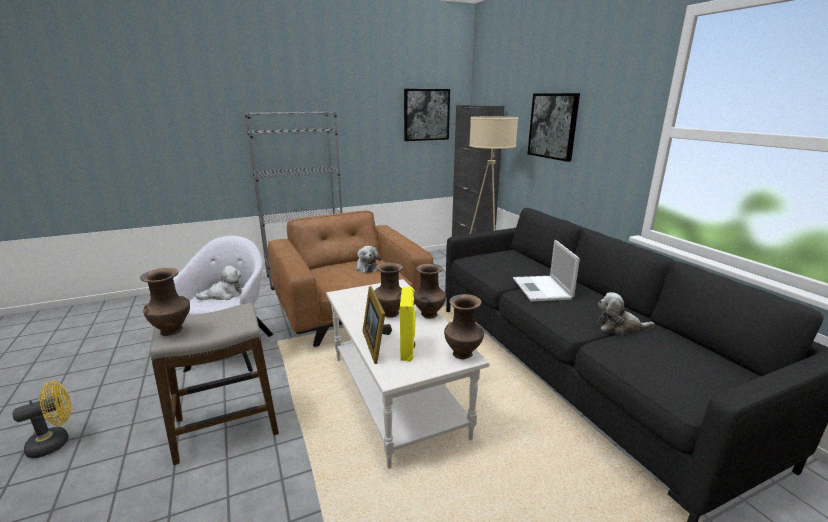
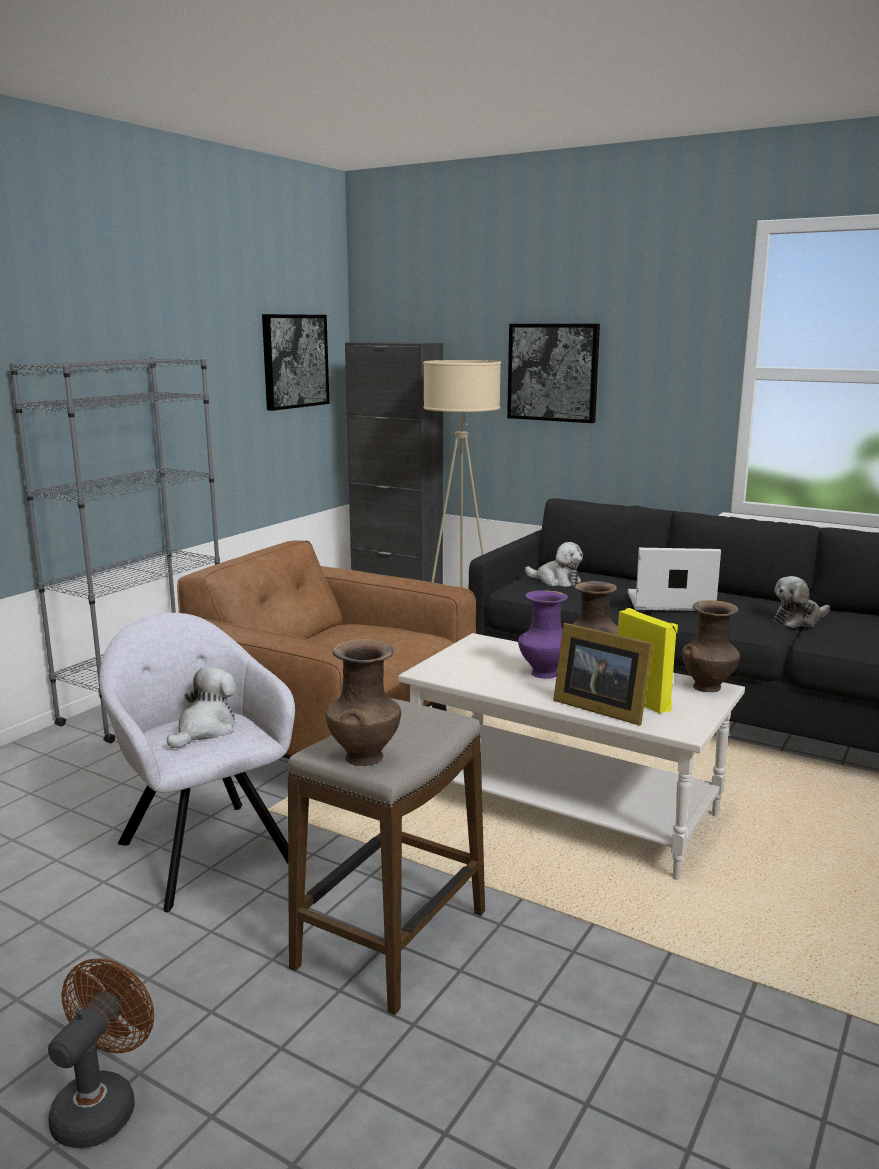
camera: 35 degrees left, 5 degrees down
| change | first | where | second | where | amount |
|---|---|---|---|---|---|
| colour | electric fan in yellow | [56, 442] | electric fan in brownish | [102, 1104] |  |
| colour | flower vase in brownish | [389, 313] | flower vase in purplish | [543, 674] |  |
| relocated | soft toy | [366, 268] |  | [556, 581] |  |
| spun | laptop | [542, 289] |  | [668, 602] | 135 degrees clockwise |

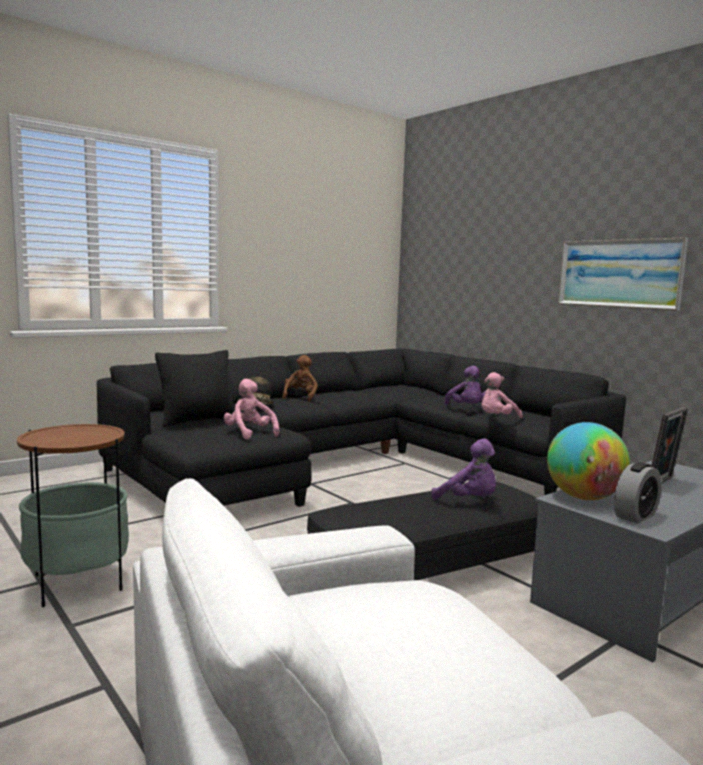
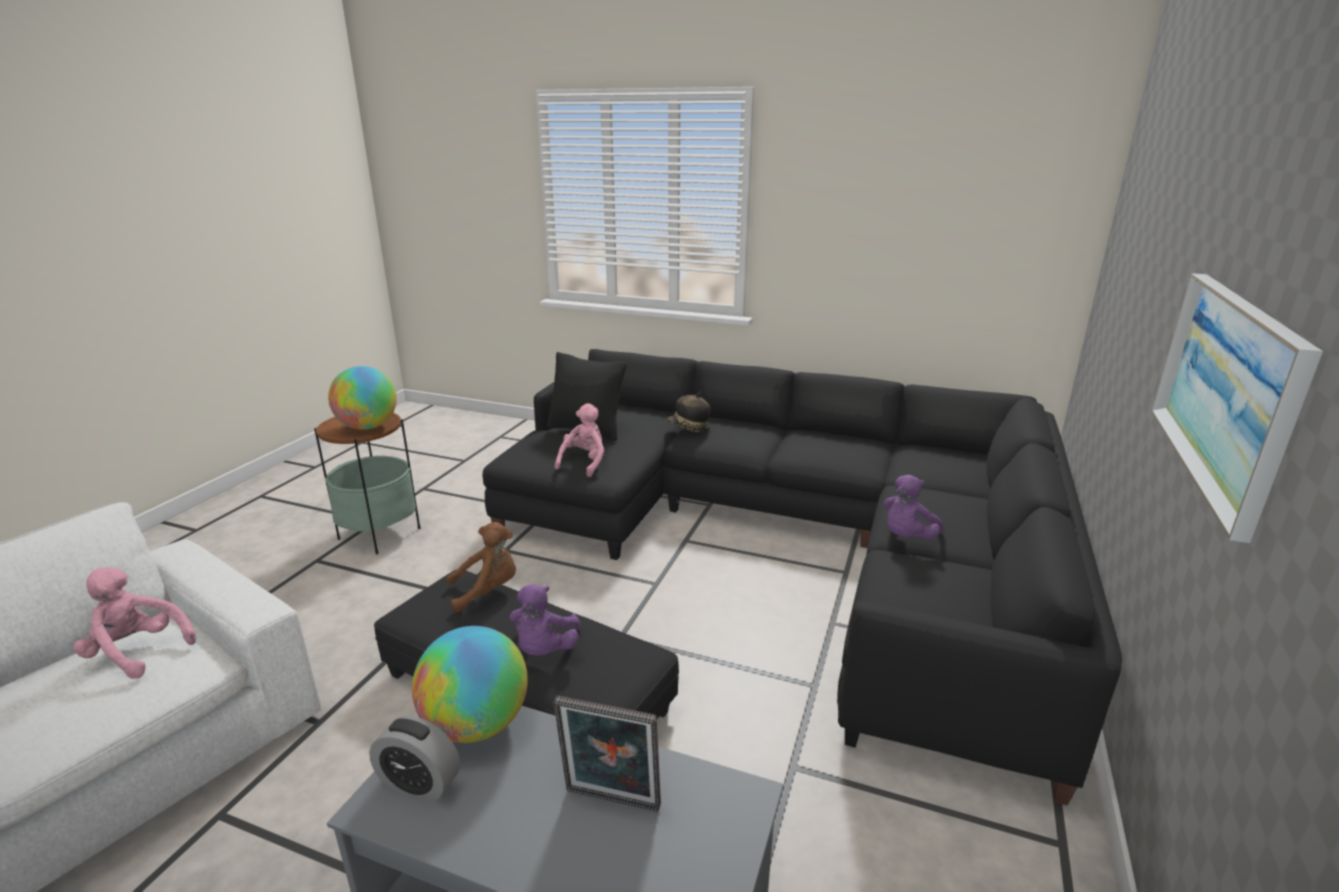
camera: 60 degrees right, 15 degrees up
| change | first | where | second | where | amount |
|---|---|---|---|---|---|
| relocated | soft toy in pink | [496, 419] |  | [137, 652] |  |
| appeared |  |  | globe | [368, 427] |  |
| relocated | soft toy in brownish | [300, 397] |  | [487, 591] |  |

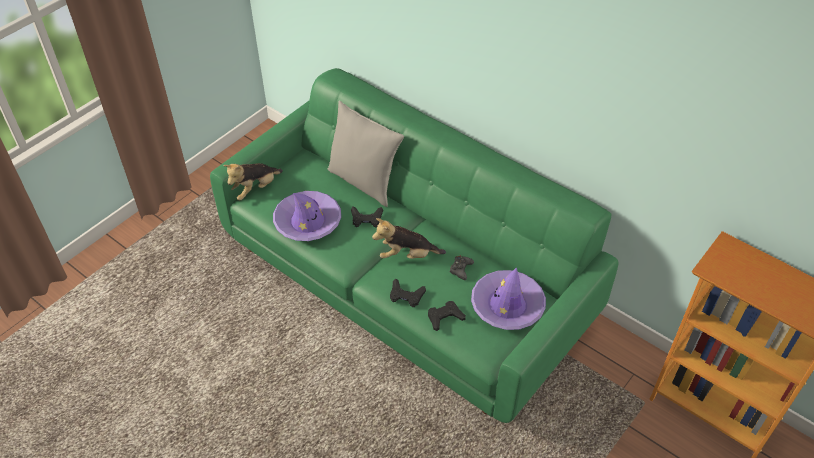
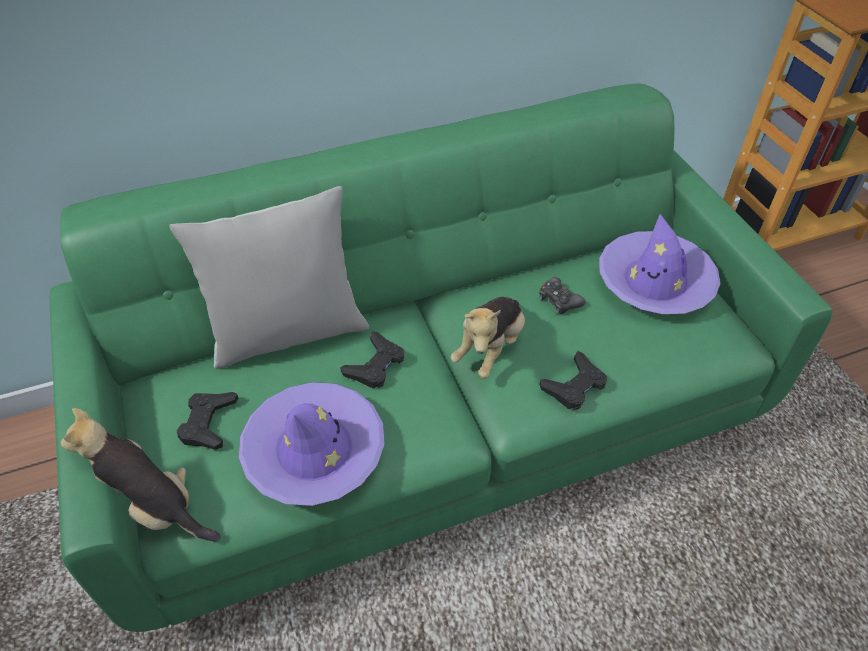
camera: 60 degrees left, 0 degrees up
| change | first | where | second | where | amount |
|---|---|---|---|---|---|
| spun | soft toy | [255, 189] |  | [154, 504] | 135 degrees clockwise |
| relocated | joypad in black | [445, 317] |  | [208, 423] |  |

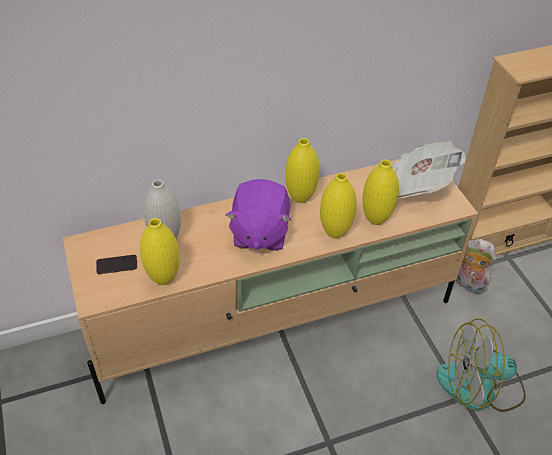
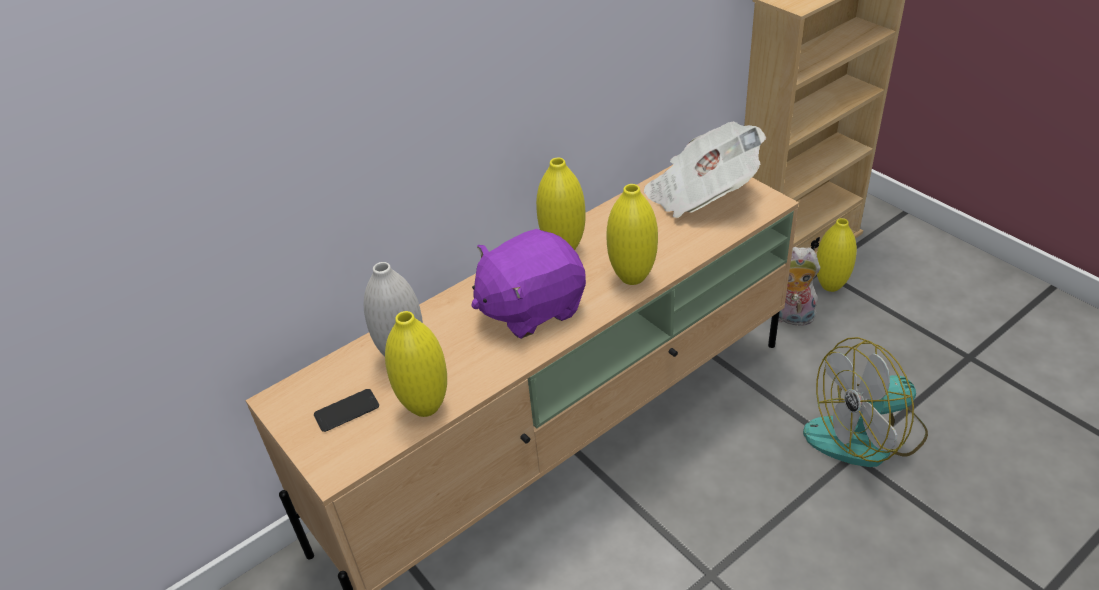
camera: 15 degrees left, 5 degrees down
| change | first | where | second | where | amount |
|---|---|---|---|---|---|
| spun | soft toy in purplish | [259, 233] |  | [531, 308] | 75 degrees clockwise |
| relocated | flower vase in yellow | [376, 219] |  | [830, 286] |  |

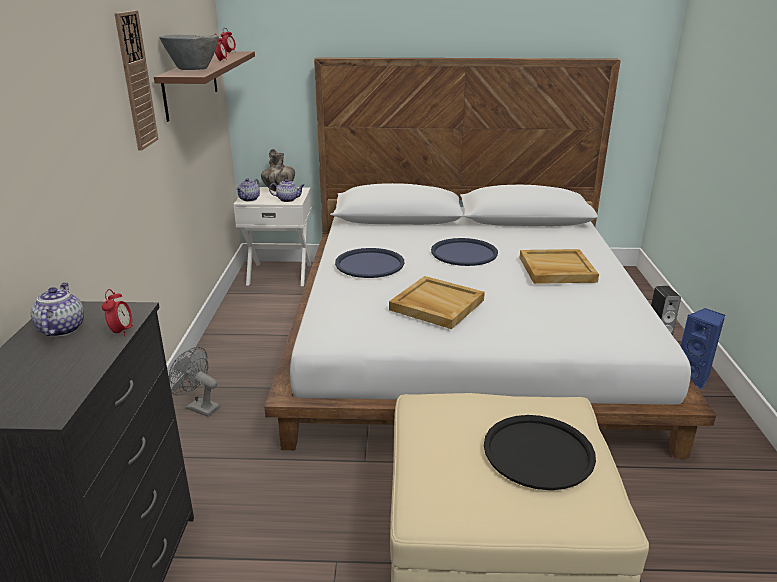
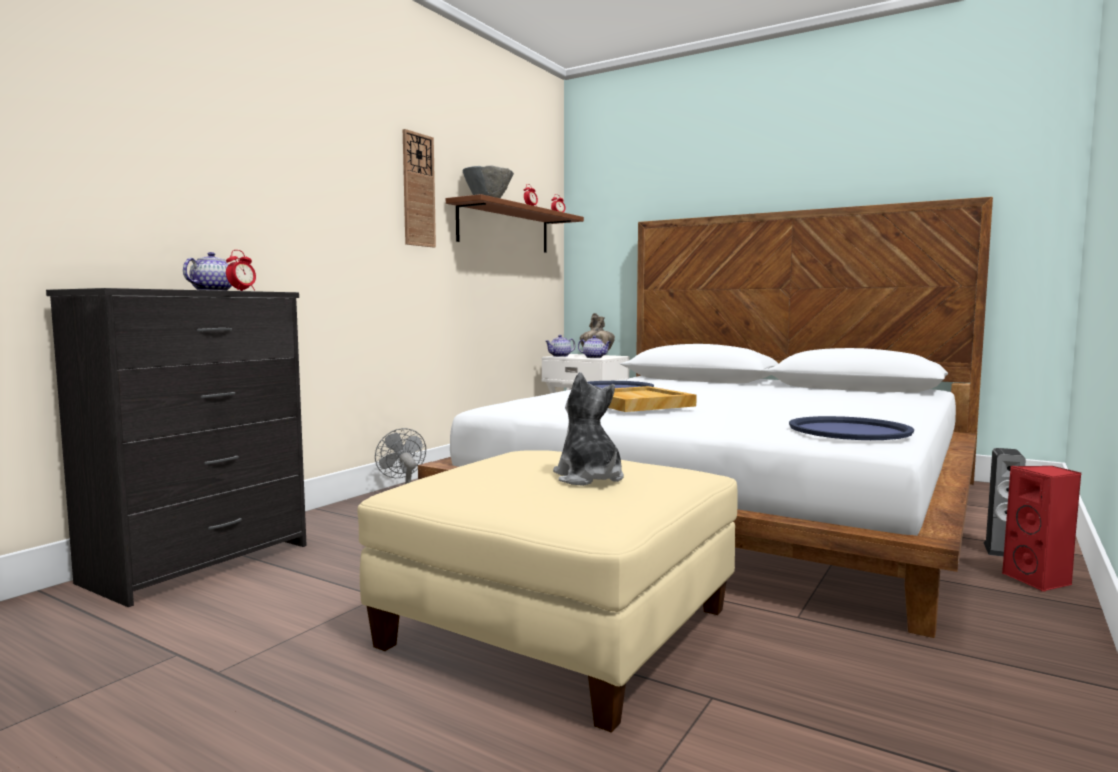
camera: 30 degrees right, 20 degrees down
| change | first | where | second | where | amount |
|---|---|---|---|---|---|
| exchanged | serving tray in black | [538, 452] | soft toy | [588, 478] |  |
| relocated | serving tray in bluish | [464, 253] |  | [849, 430] |  |
| colour | loudspeaker in bluish | [693, 378] | loudspeaker in red | [1039, 581] |  |
| missing | serving tray in beige-coloured | [556, 269] |  |  |  |

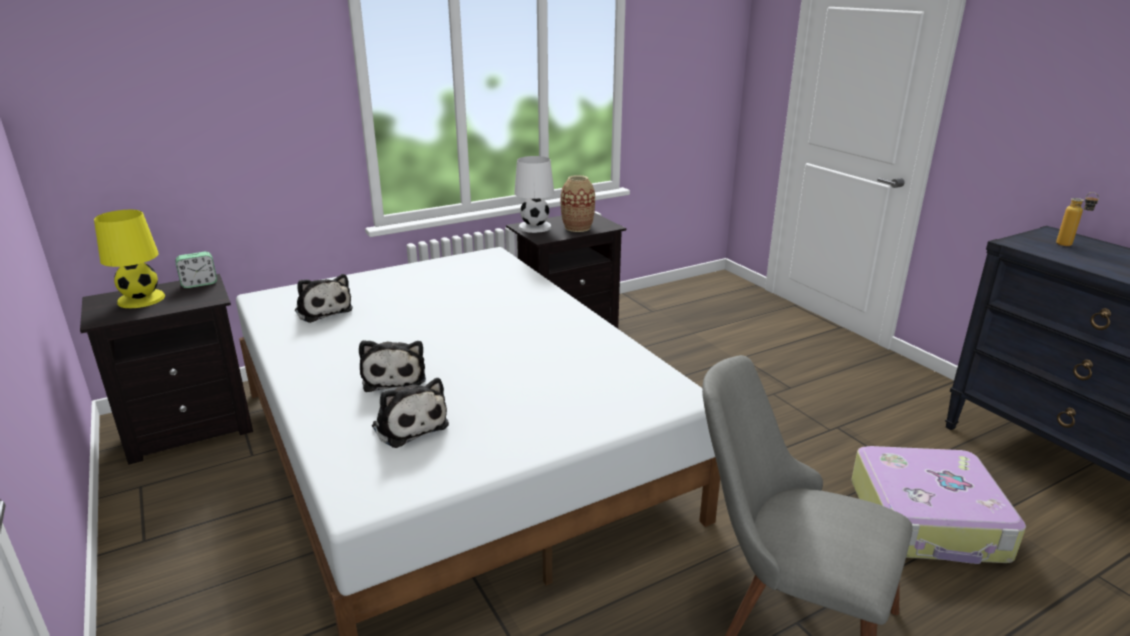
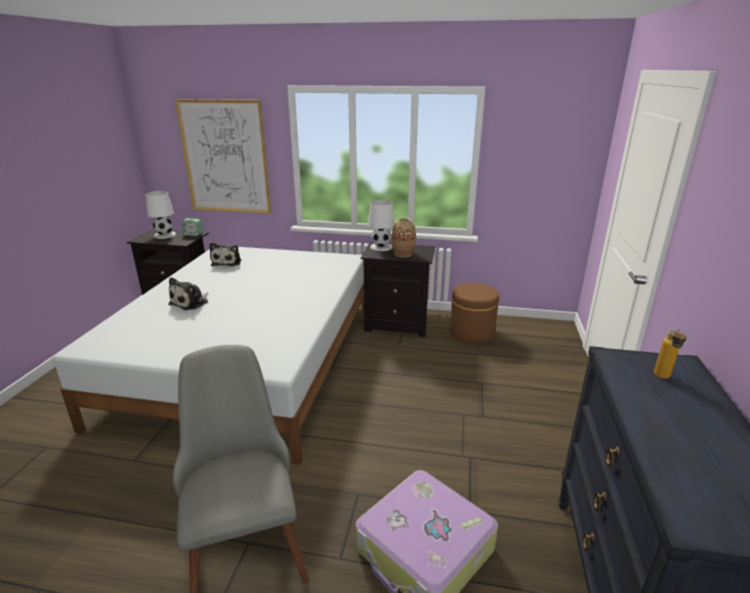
camera: 40 degrees right, 0 degrees up
| change | first | where | second | where | amount |
|---|---|---|---|---|---|
| colour | lamp for a table in yellow | [140, 299] | lamp for a table in white-coloured | [164, 235] |  |
| appeared |  |  | wall picture | [225, 157] |  |
| appeared |  |  | footrest in brownish | [471, 332] |  |
| missing | soft toy | [408, 425] |  |  |  |

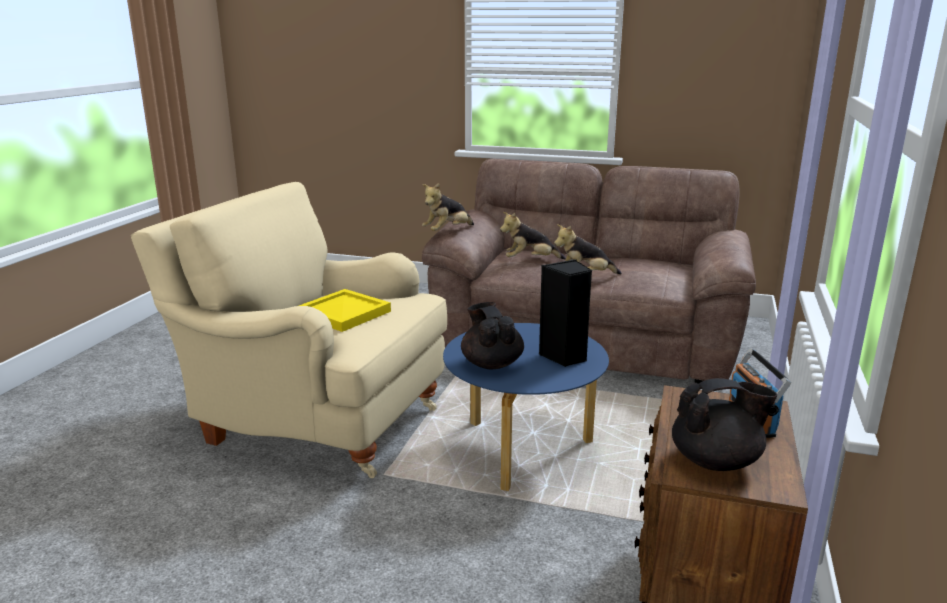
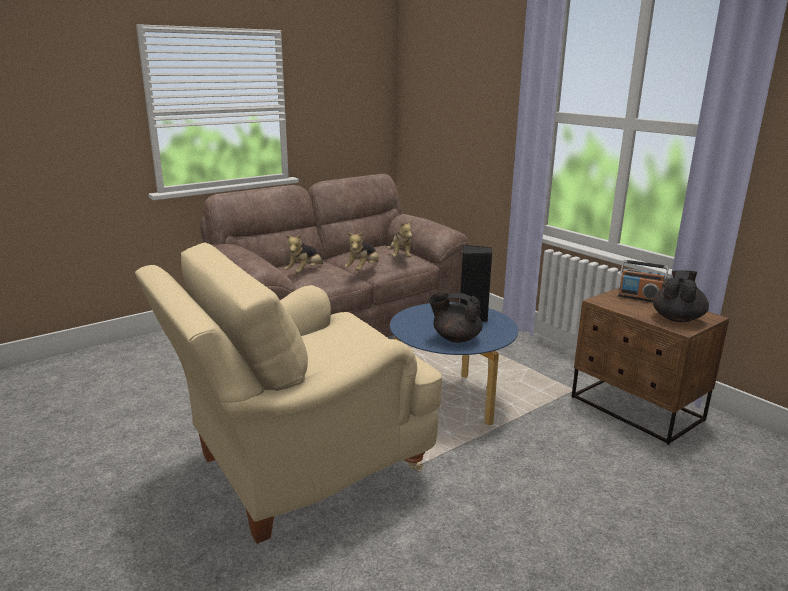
camera: 55 degrees left, 0 degrees up
| change | first | where | second | where | amount |
|---|---|---|---|---|---|
| relocated | soft toy | [447, 232] |  | [400, 257] |  |
| missing | serving tray in yellow | [342, 313] |  |  |  |

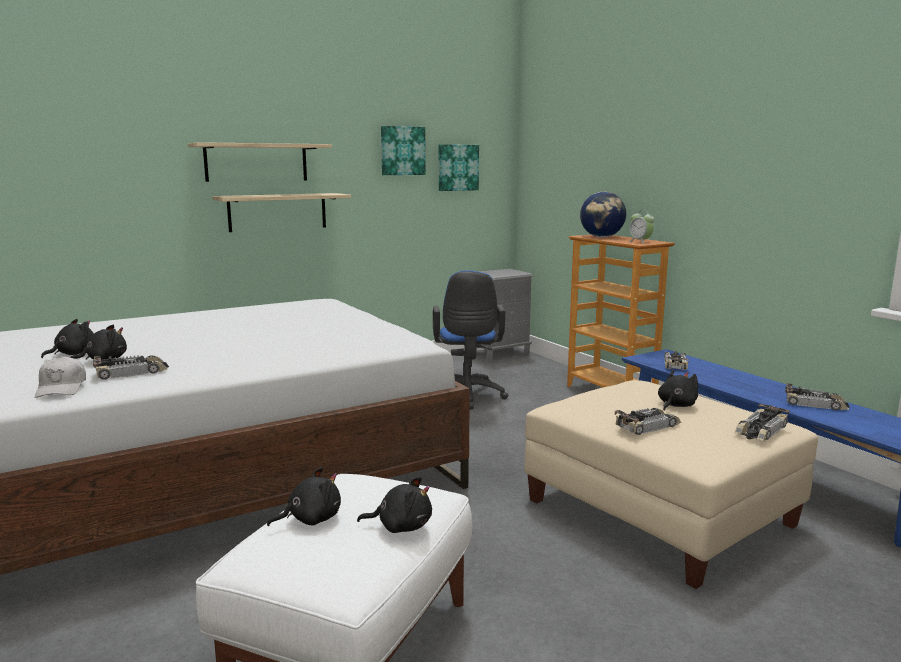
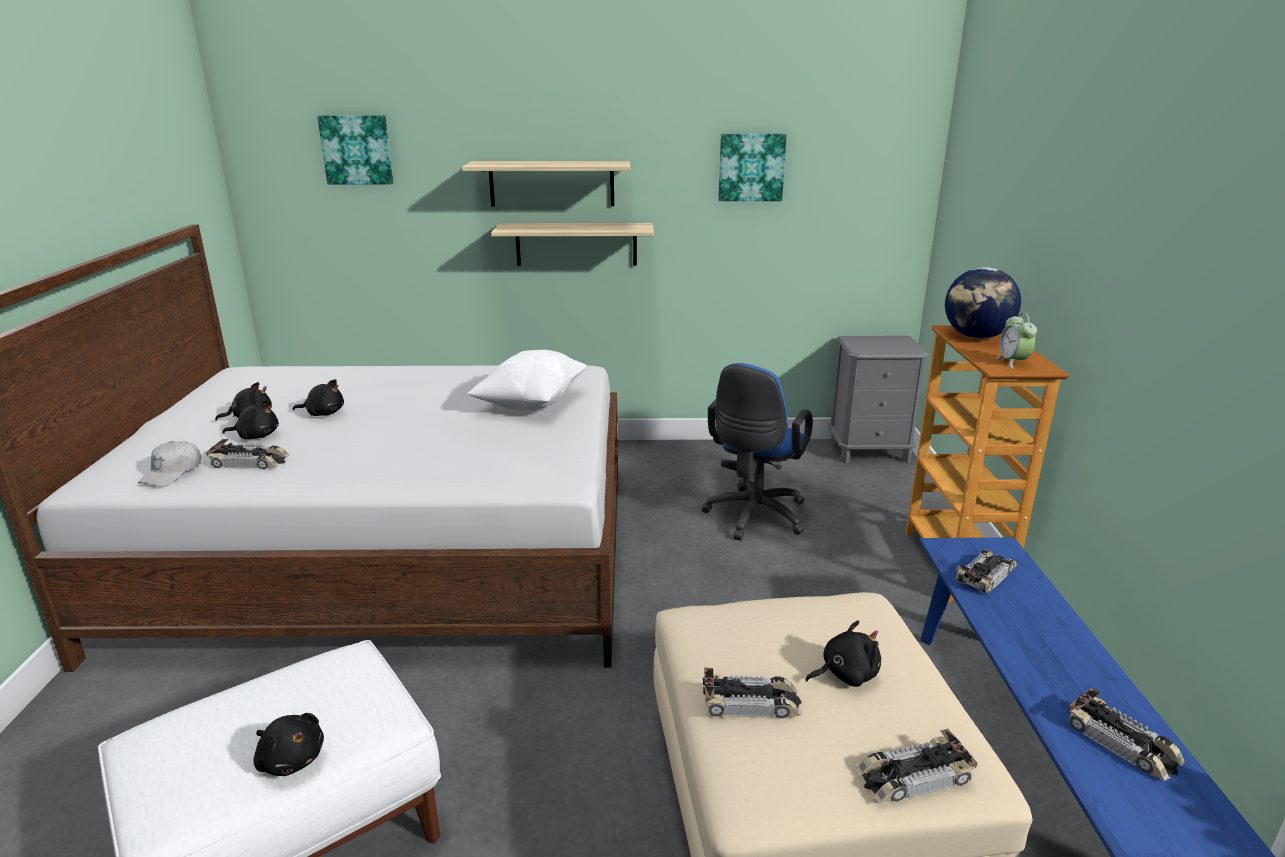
camera: 30 degrees right, 10 degrees up
| change | first | where | second | where | amount |
|---|---|---|---|---|---|
| relocated | soft toy in black | [310, 519] |  | [323, 413] |  |
| relocated | wall picture | [457, 167] |  | [357, 150] |  |
| appeared |  |  | pillow in white-coloured | [531, 403] |  |

